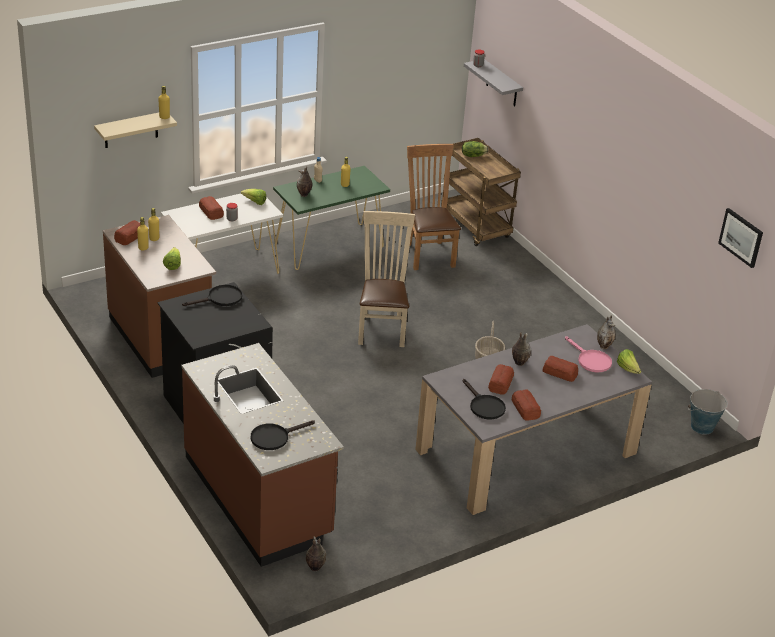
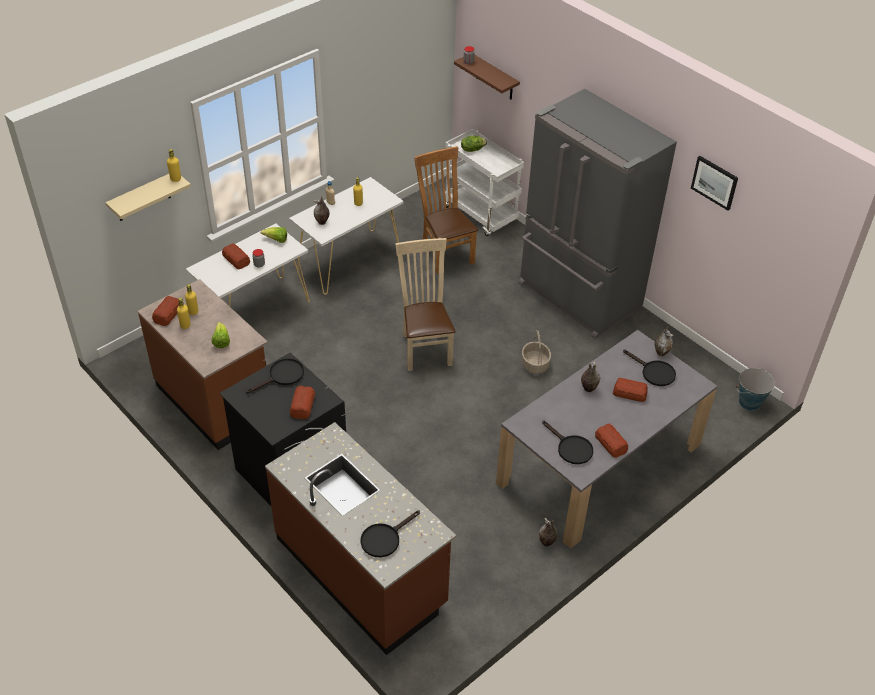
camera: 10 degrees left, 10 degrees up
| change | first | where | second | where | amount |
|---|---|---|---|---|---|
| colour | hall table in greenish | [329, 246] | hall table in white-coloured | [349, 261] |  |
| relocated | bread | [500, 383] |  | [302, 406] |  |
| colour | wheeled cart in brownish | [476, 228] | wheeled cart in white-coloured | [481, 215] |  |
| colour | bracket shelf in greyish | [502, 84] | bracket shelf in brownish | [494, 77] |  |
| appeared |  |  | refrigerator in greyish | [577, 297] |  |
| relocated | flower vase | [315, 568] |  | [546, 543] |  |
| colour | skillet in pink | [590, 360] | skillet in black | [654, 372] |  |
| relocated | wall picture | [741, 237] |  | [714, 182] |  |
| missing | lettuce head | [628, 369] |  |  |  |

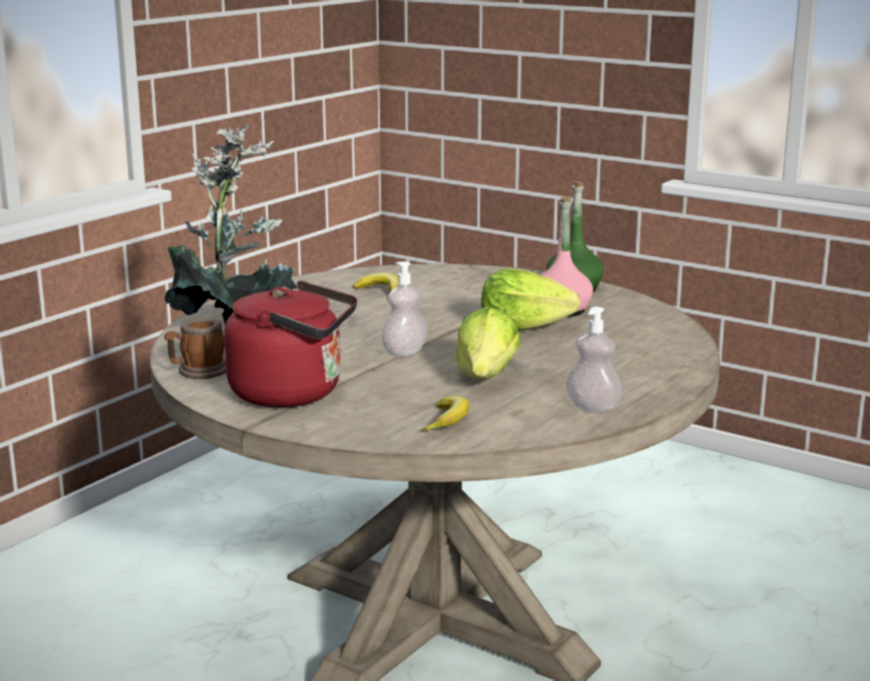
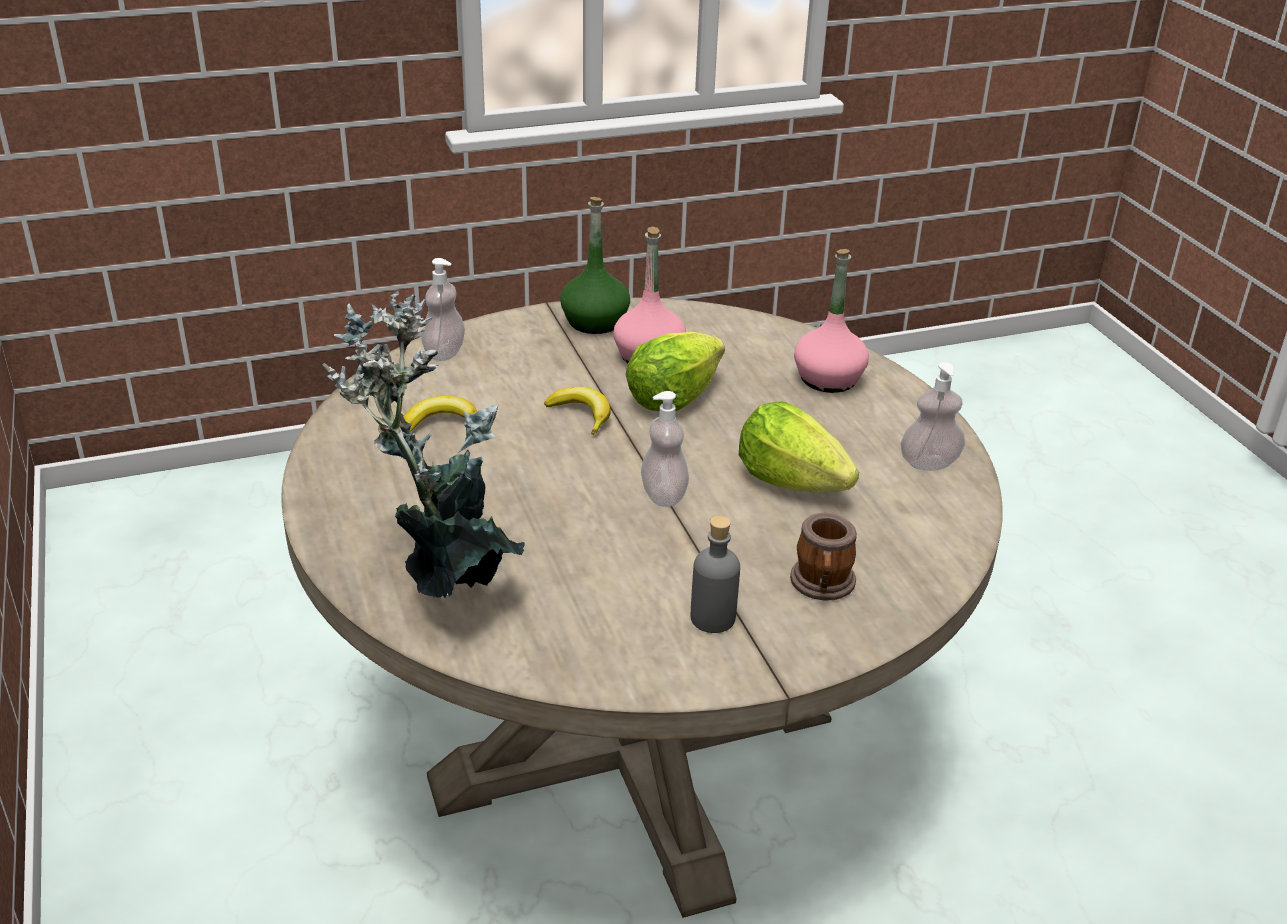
camera: 55 degrees left, 15 degrees up
| change | first | where | second | where | amount |
|---|---|---|---|---|---|
| appeared |  |  | soap dispenser | [444, 353] |  |
| relocated | whole banana | [448, 421] |  | [582, 415] |  |
| exchanged | water kettle in red | [293, 394] | drink bottle in greyish | [713, 618] |  |
| relocated | tea mug | [198, 372] |  | [822, 586] |  |
| appeared |  |  | drink bottle in pink | [828, 379] |  |

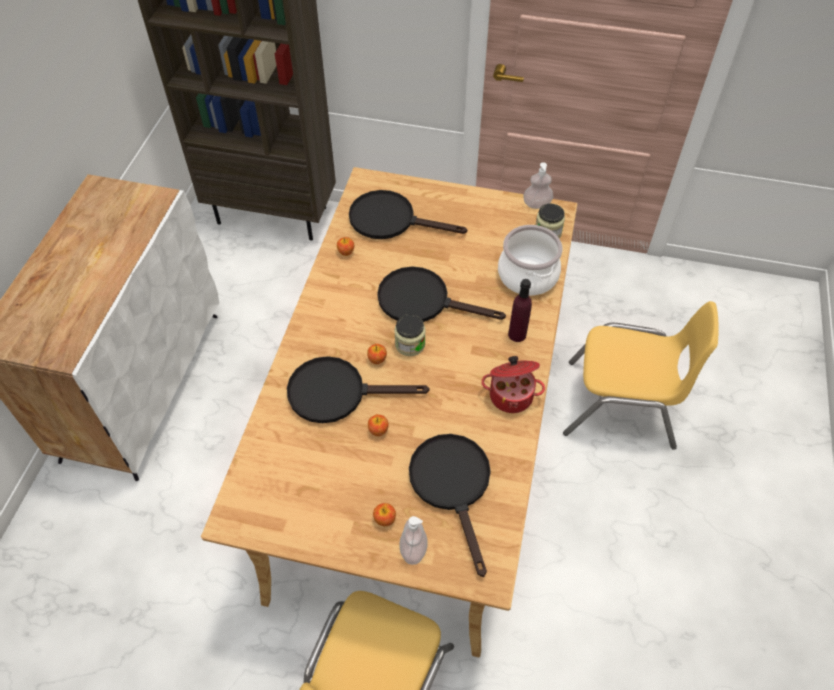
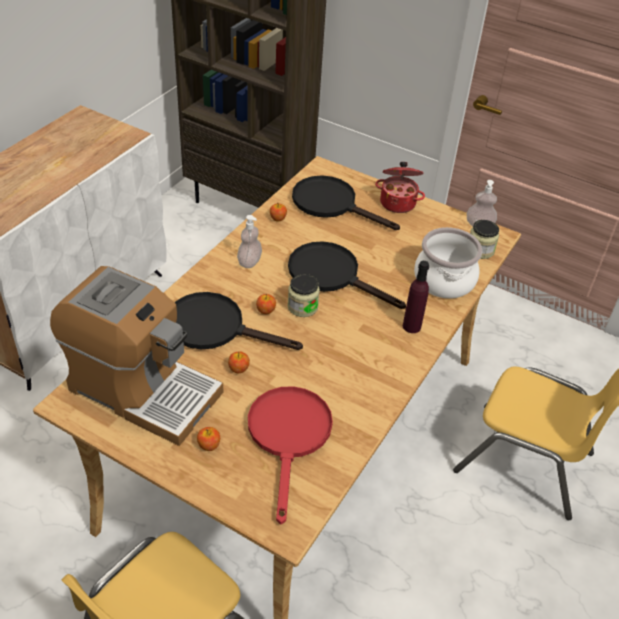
camera: 15 degrees right, 10 degrees down
| change | first | where | second | where | amount |
|---|---|---|---|---|---|
| appeared |  |  | coffee brewer | [143, 390] |  |
| relocated | soap dispenser | [413, 549] |  | [249, 262] |  |
| colour | skillet in black | [453, 486] | skillet in red | [289, 437] |  |
| relocated | cooking pot | [511, 394] |  | [398, 202] |  |

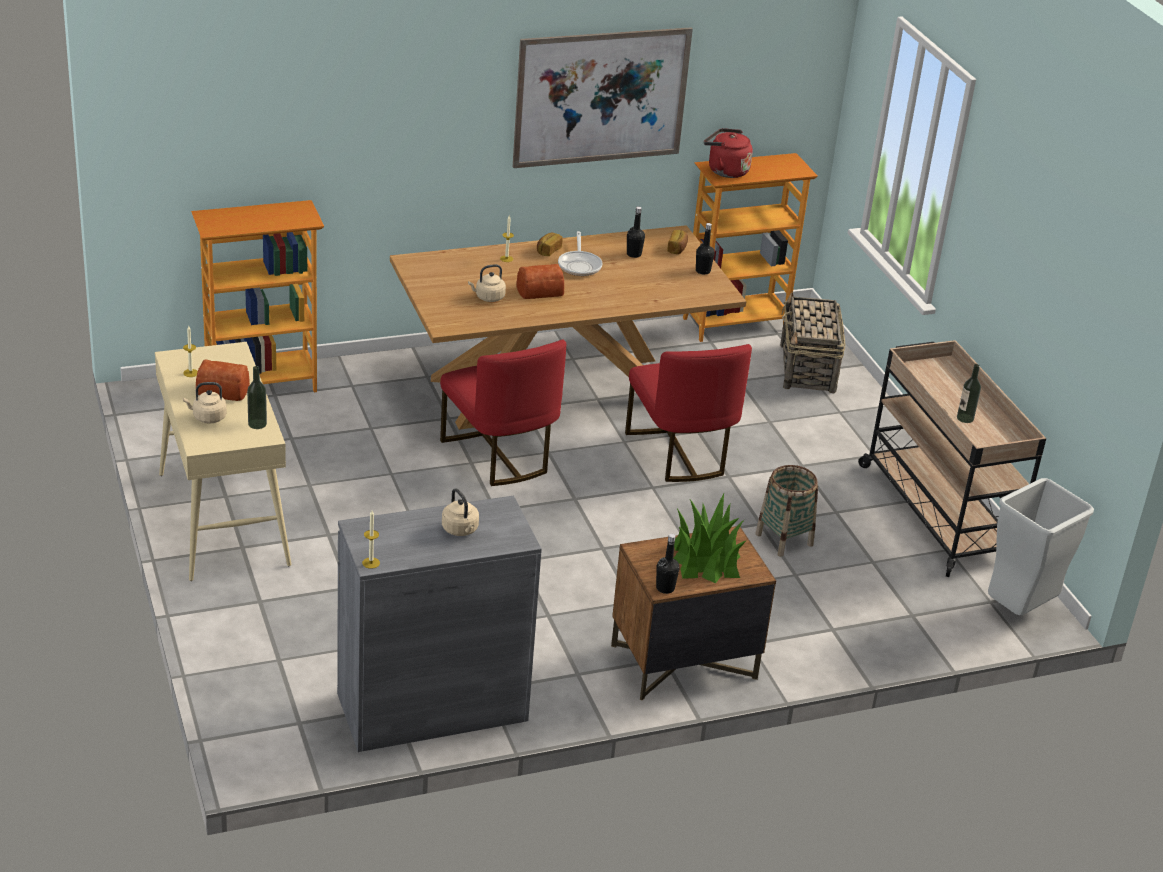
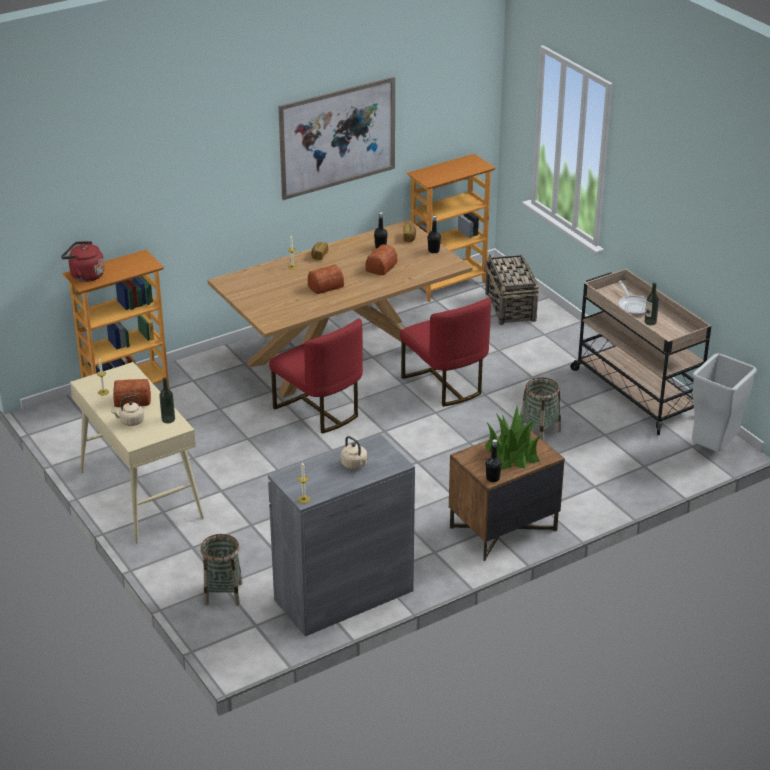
camera: 10 degrees left, 0 degrees up
| change | first | where | second | where | amount |
|---|---|---|---|---|---|
| relocated | water kettle in red | [725, 171] |  | [85, 275] |  |
| appeared |  |  | household basket | [223, 593] |  |
| appeared |  |  | bread | [380, 267] |  |
| relocated | skillet | [579, 265] |  | [633, 306] |  |
| missing | water kettle in beige-coloured | [488, 297] |  |  |  |

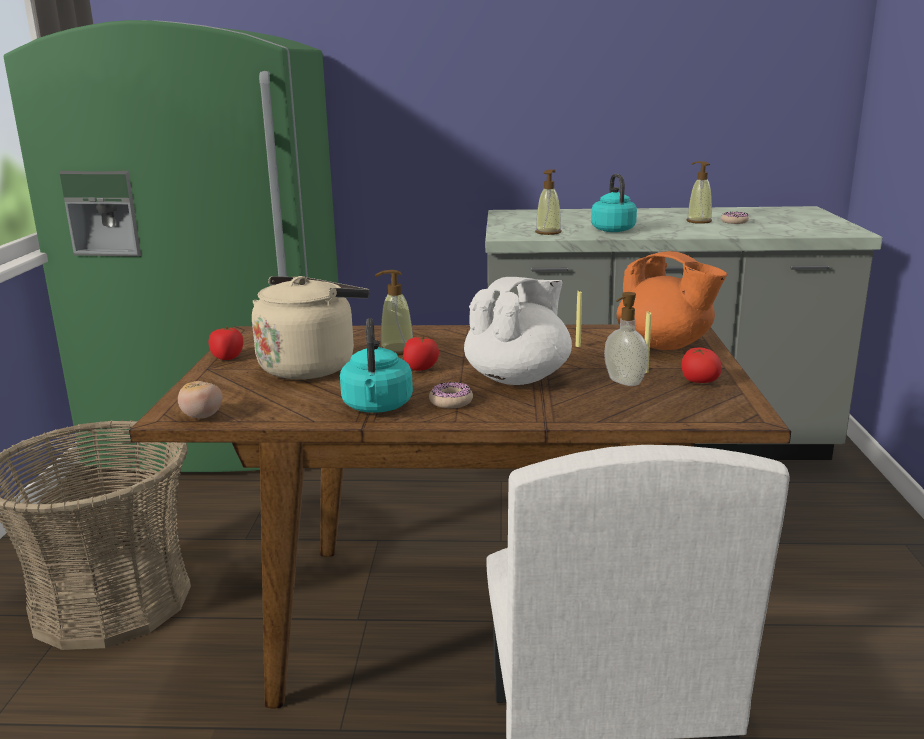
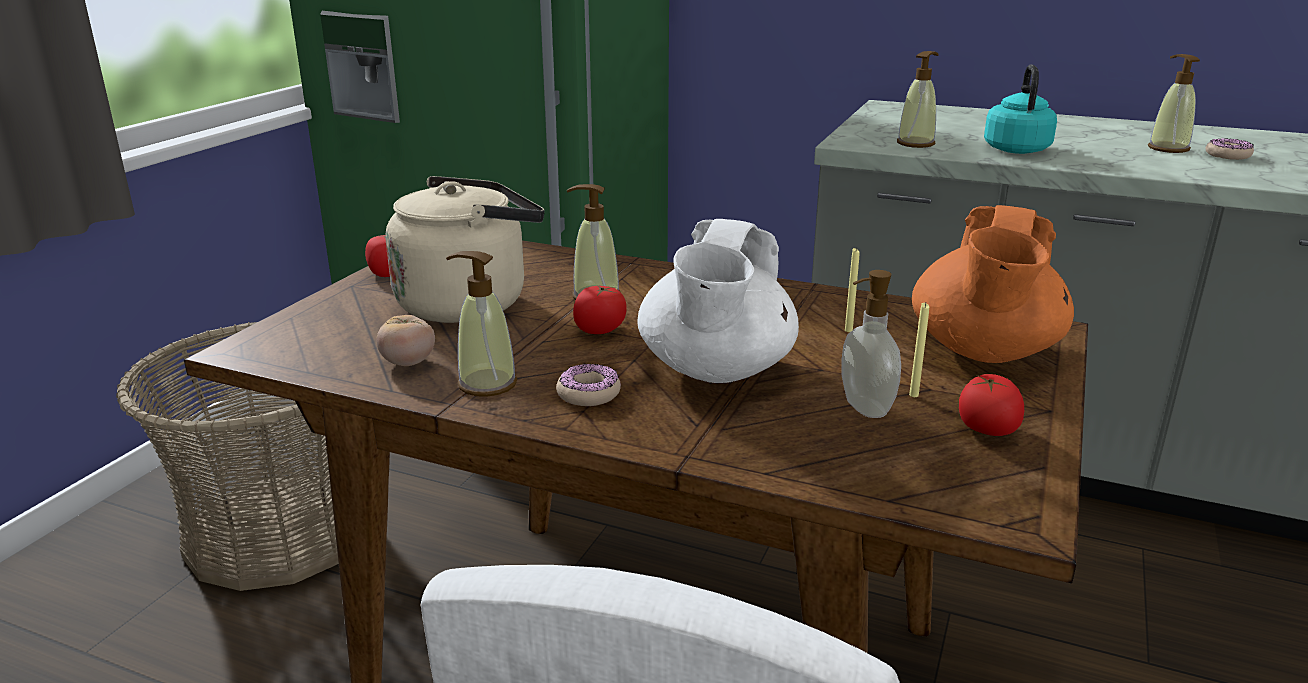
camera: 20 degrees right, 5 degrees up
| change | first | where | second | where | amount |
|---|---|---|---|---|---|
| relocated | whole tomato | [202, 416] |  | [408, 363] |  |
| exchanged | water kettle in turquoise-coloured | [377, 407] | soap dispenser | [487, 384] |  |
| spun | pot for tea in white-coloured | [519, 378] |  | [716, 371] | 135 degrees clockwise |
| spun | pot for tea in orange-coloured | [665, 345] |  | [984, 352] | 45 degrees clockwise |

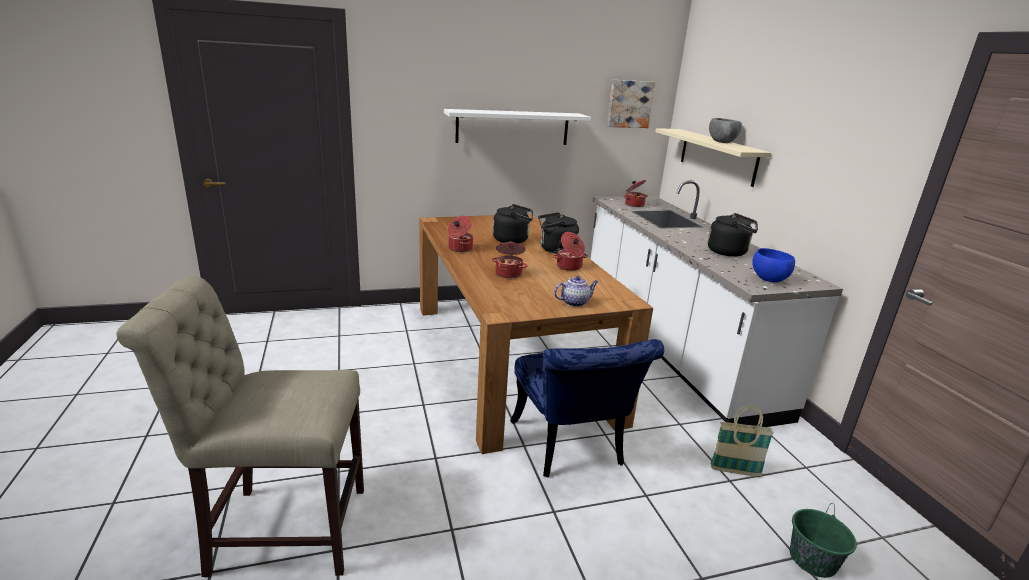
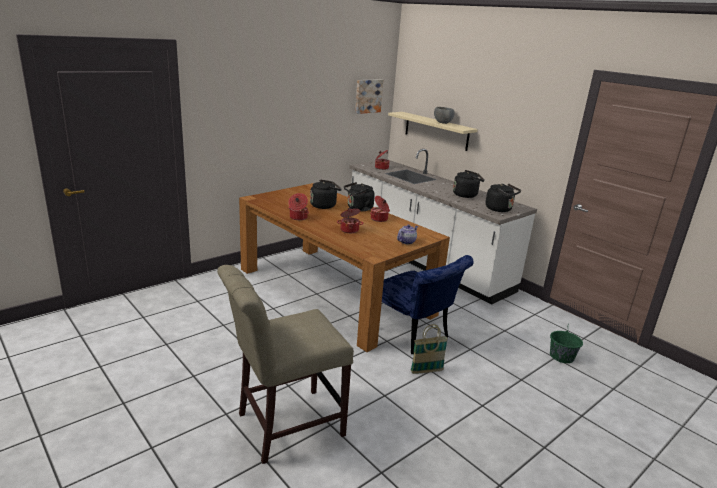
camera: 25 degrees left, 0 degrees up
| change | first | where | second | where | amount |
|---|---|---|---|---|---|
| relocated | household basket | [735, 471] |  | [426, 371] |  |
| exchanged | deep dish in bluish | [768, 280] | water kettle in black | [500, 209] |  |
| missing | bracket shelf in white-coloured | [513, 127] |  |  |  |

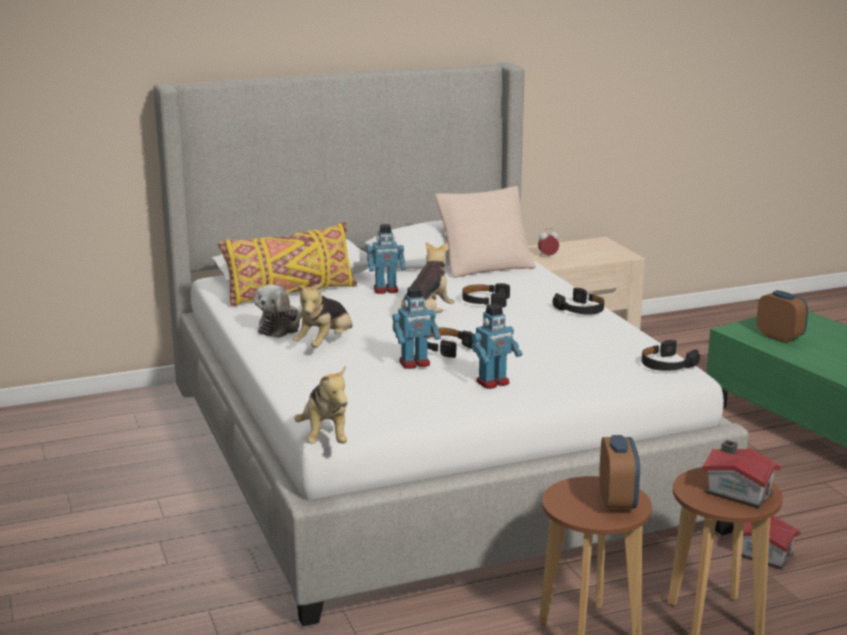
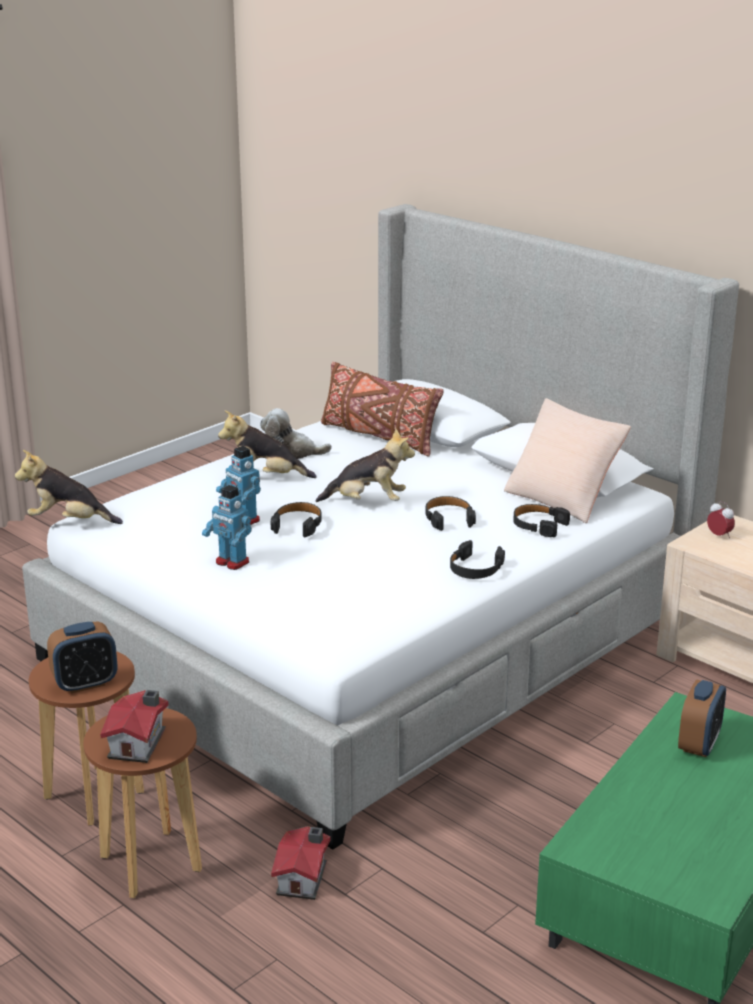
camera: 65 degrees right, 5 degrees up
| change | first | where | second | where | amount |
|---|---|---|---|---|---|
| spun | soft toy | [325, 437] |  | [69, 521] | 45 degrees clockwise |
| colour | pillow in yellow | [290, 293] | pillow in brownish | [379, 437] |  |
| relocated | headphones in black | [666, 365] |  | [538, 525] |  |
| missing | robot figure | [386, 290] |  |  |  |

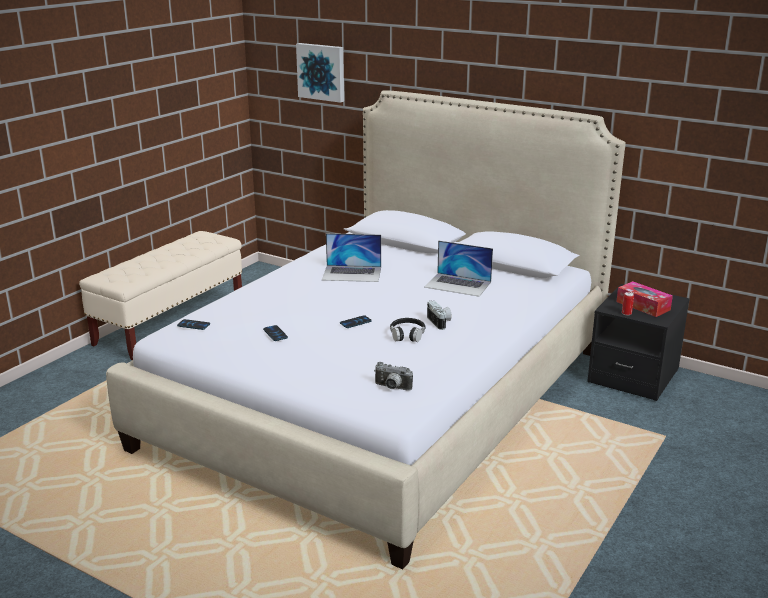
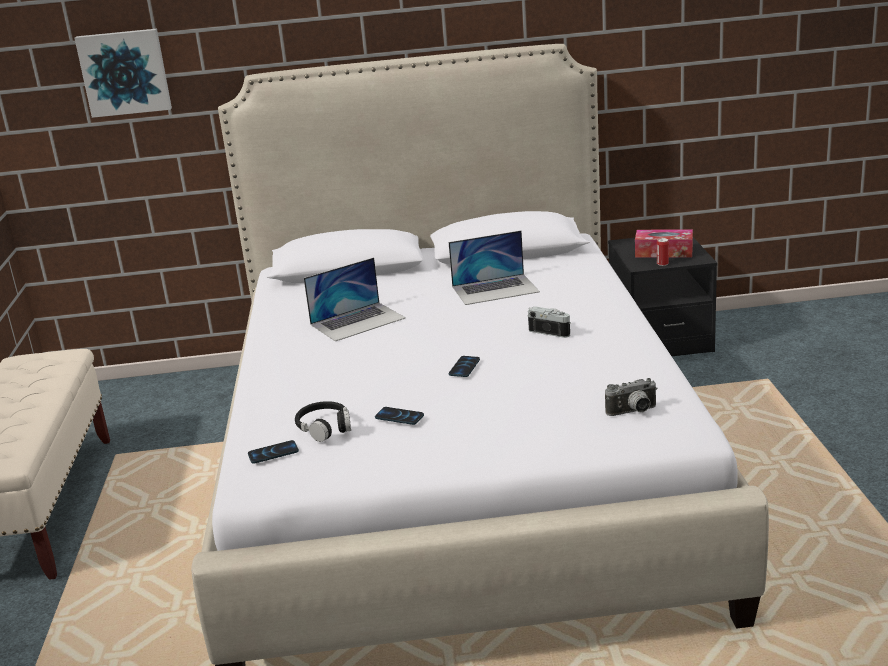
camera: 35 degrees left, 0 degrees up
| change | first | where | second | where | amount |
|---|---|---|---|---|---|
| relocated | headphones in black | [407, 335] |  | [325, 427] |  |

